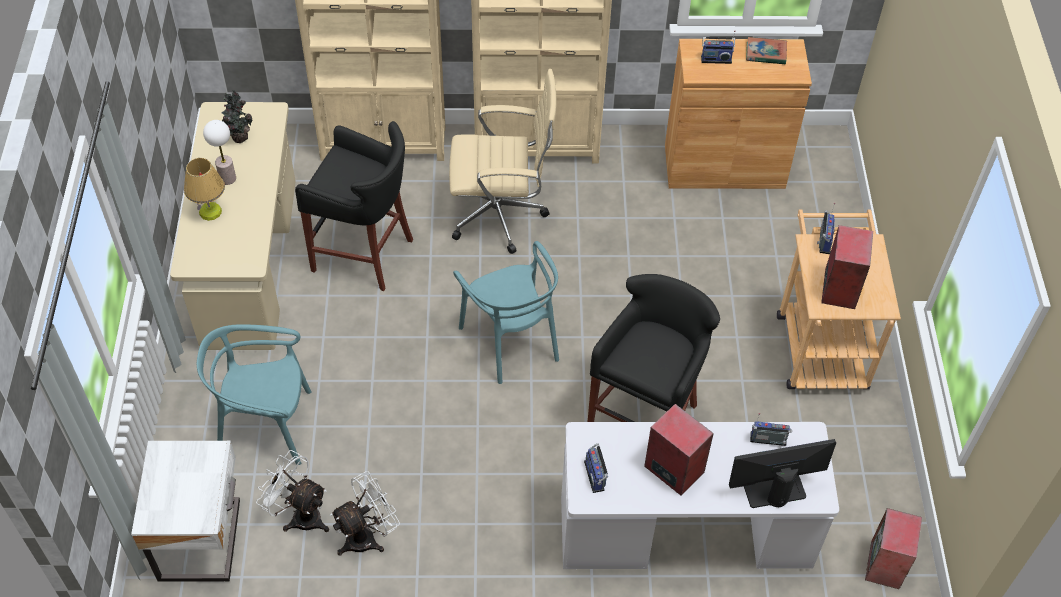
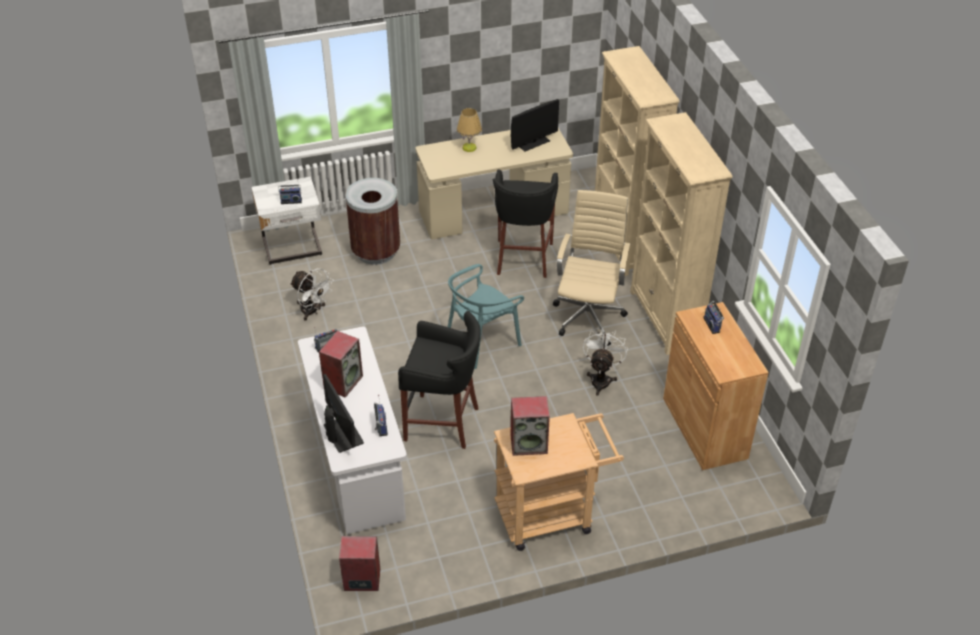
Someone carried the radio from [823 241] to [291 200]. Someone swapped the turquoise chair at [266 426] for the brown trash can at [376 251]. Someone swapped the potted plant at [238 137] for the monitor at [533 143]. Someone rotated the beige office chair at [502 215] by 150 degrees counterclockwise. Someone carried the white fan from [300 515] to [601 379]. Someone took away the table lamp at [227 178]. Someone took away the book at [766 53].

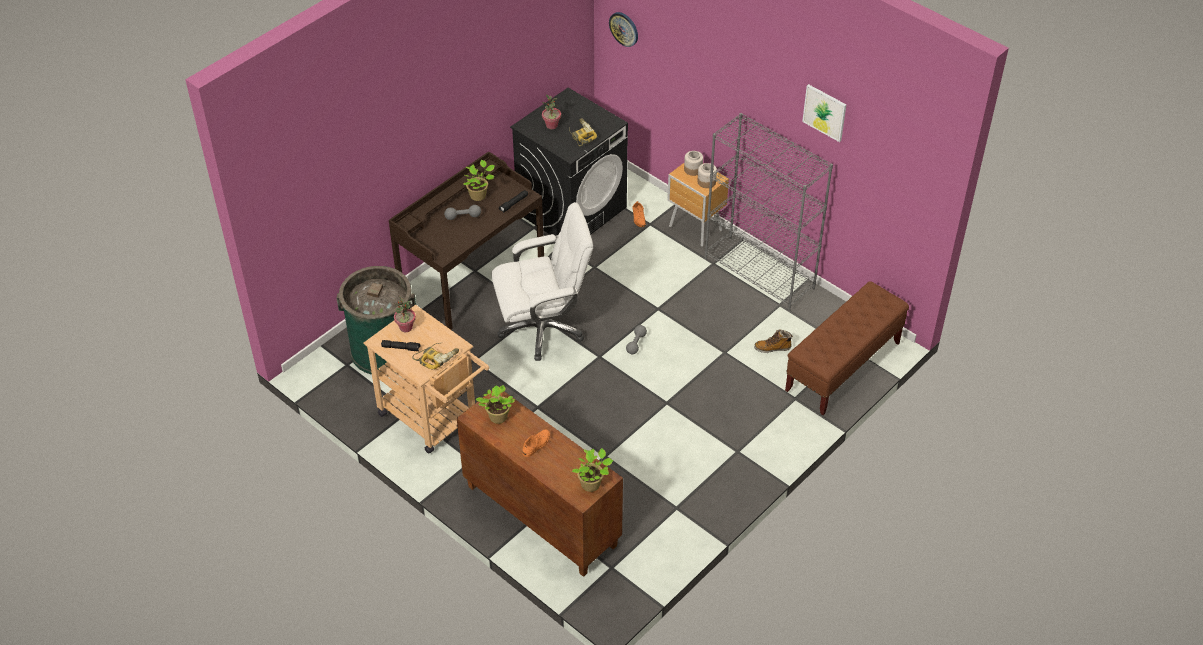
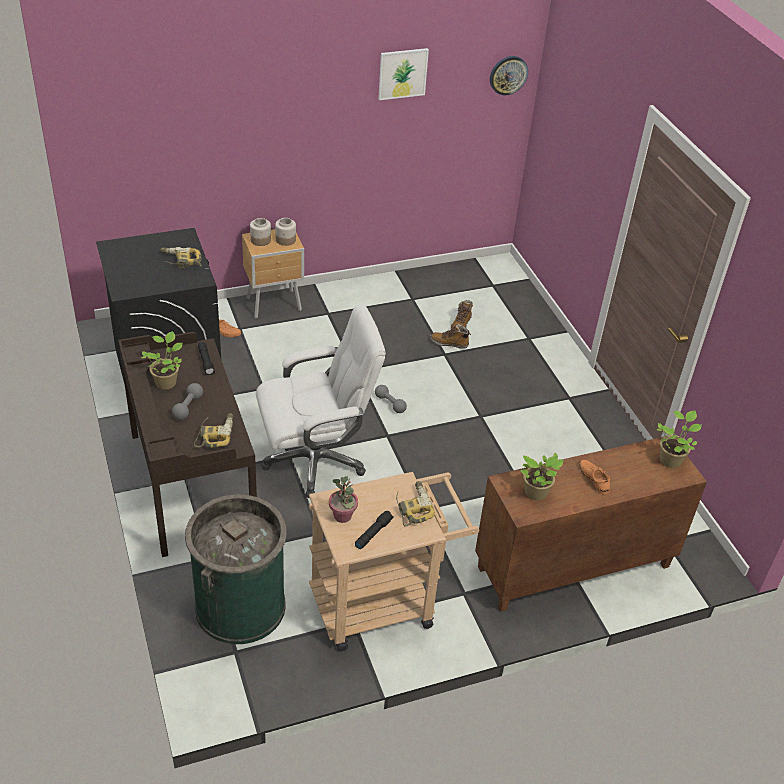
Someone put down the power drill at [215 434]. Someone rotated the white office chair at [543 328] by 60 degrees clockwise. Someone put down the boot at [449 343]. Someone carried the wall clock from [624 29] to [508 75]. Someone took away the potted plant at [551 125]. Someone took away the grey bookcase at [760 273]. Someone took away the brown bench at [842 367].

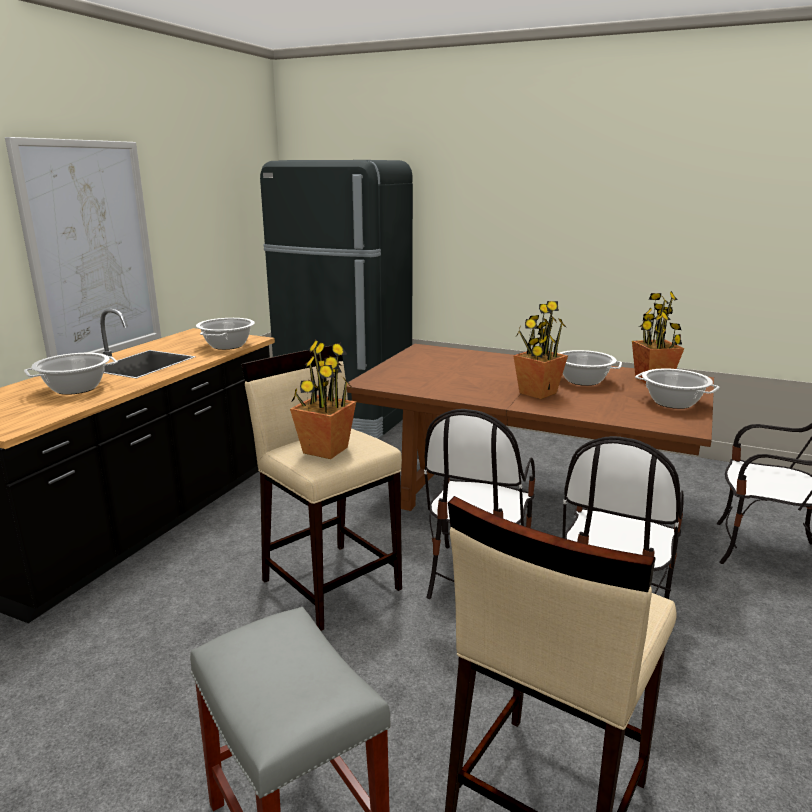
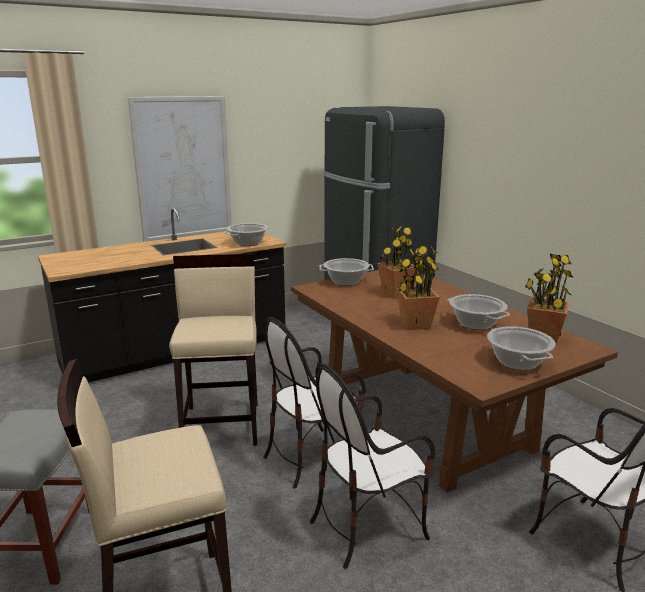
Someone carried the cooking pot from [75 388] to [346 282]. Someone carried the potted plant from [325 450] to [396 293].

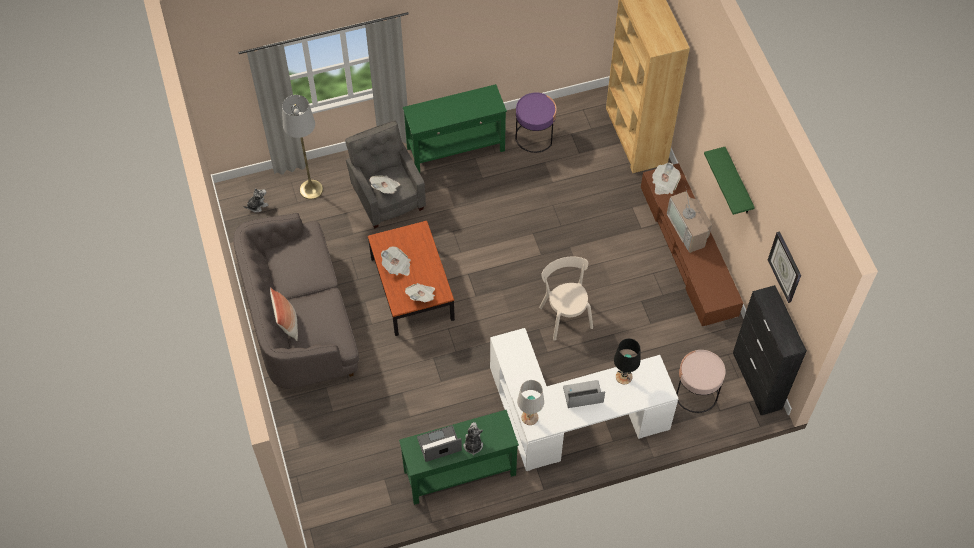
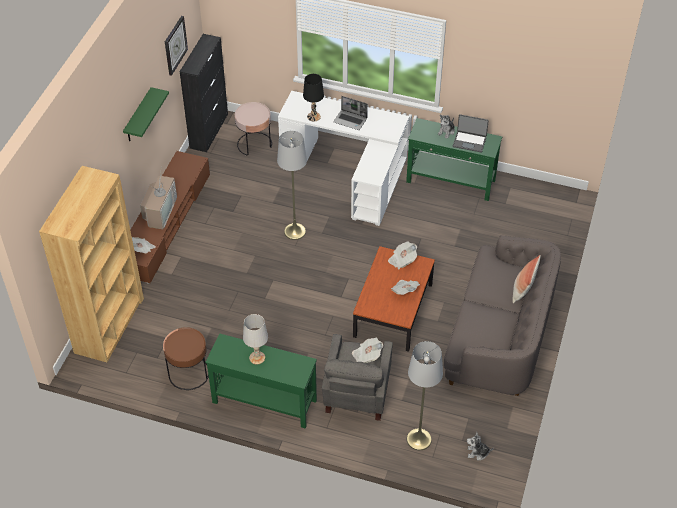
Someone repainted the purple side table at [534 136], which became the brown side table at [189 373]. Someone carried the white table lamp from [530 417] to [257 357]. Someone swapped the beige chair at [565 315] for the grey floor lamp at [295 231].

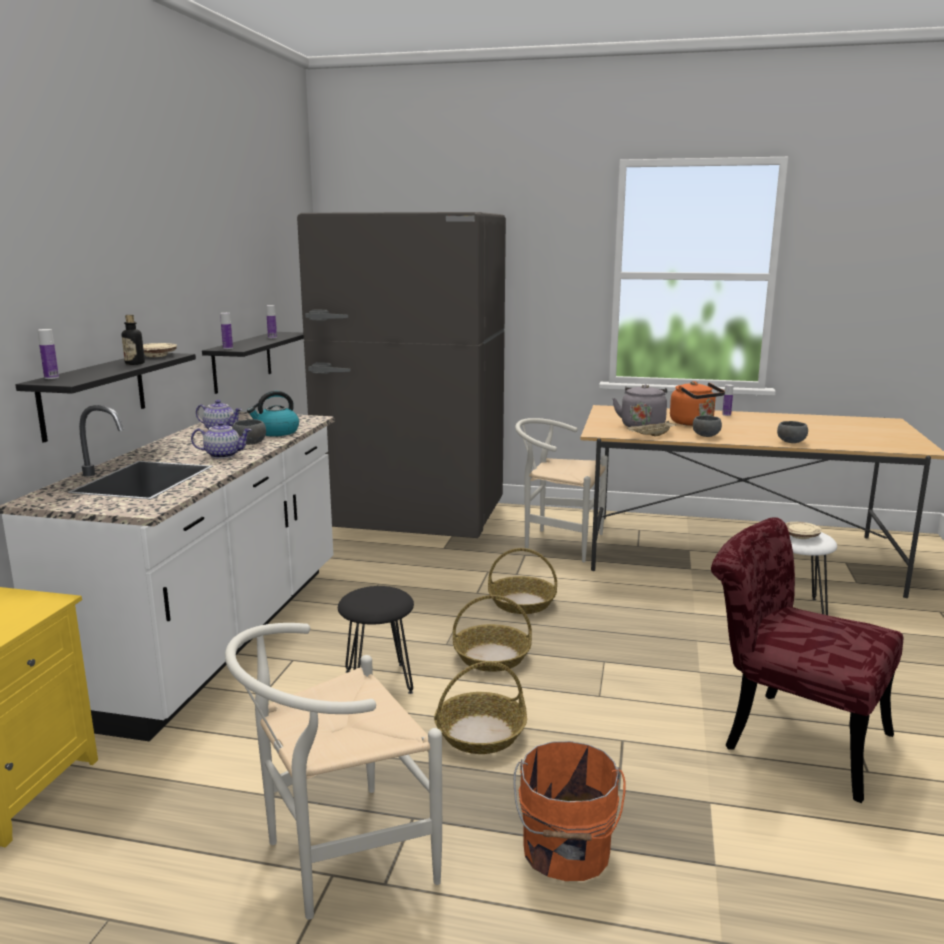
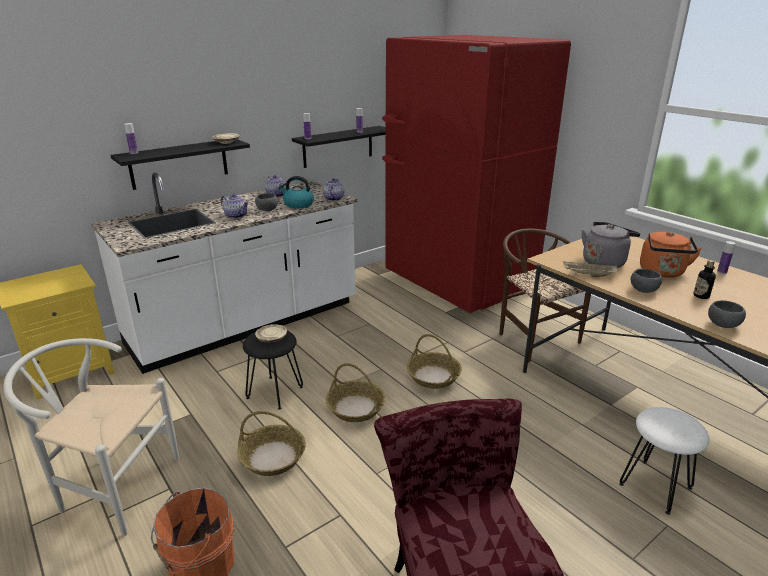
Someone carried the beige plate from [800 536] to [271 338]. Someone put down the teapot at [333 199]. Someone repainted the grey fridge at [412 519], which became the red fridge at [458 282]. Someone repainted the white chair at [557 542], which became the brown chair at [532 337]. Someone carried the bottle from [135 363] to [701 296].

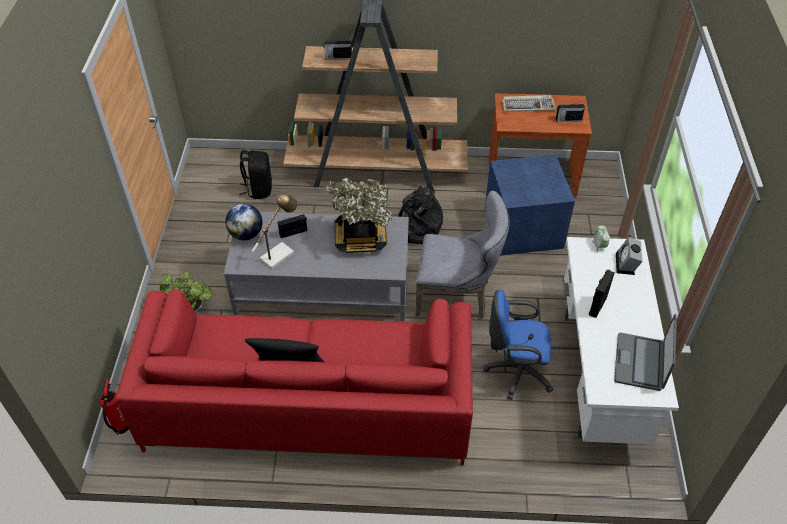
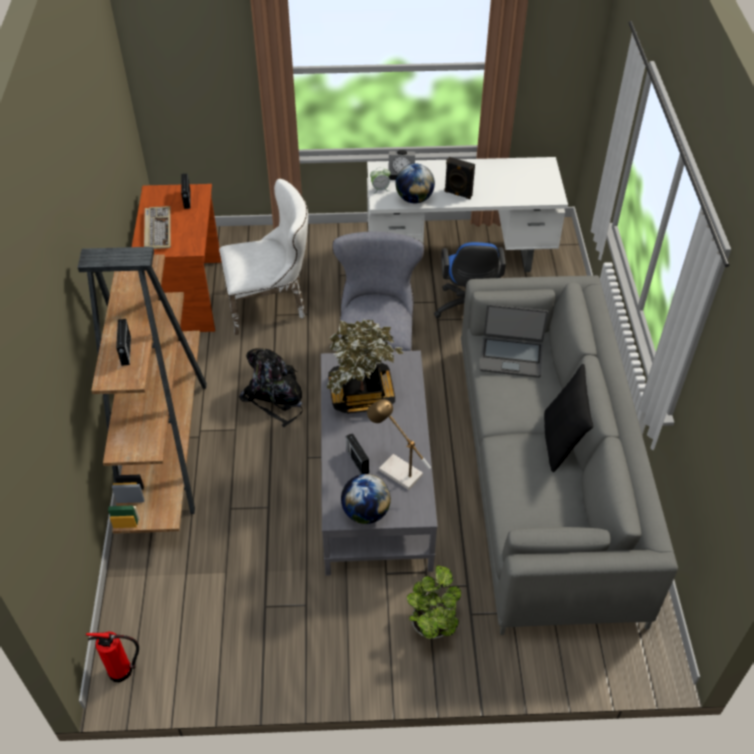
Someone carried the fire extinguisher from [121 427] to [122 671]. Someone swapped the blue storage box at [522 229] for the white chair at [271 304]. Someone put down the globe at [414 199]. Someone repainted the red sofa at [308 404], which became the grey sofa at [544 474]. Someone carried the laptop from [640 362] to [511 357]. Someone took away the black backpack at [258 189].

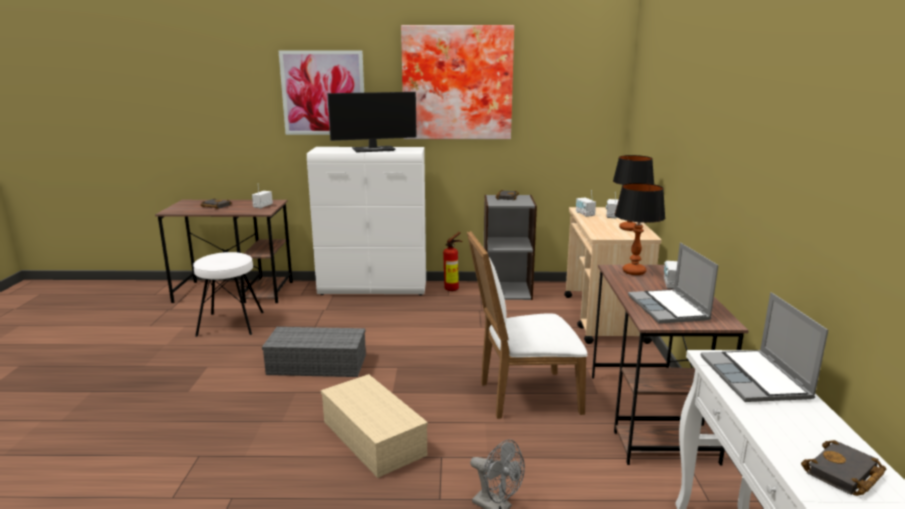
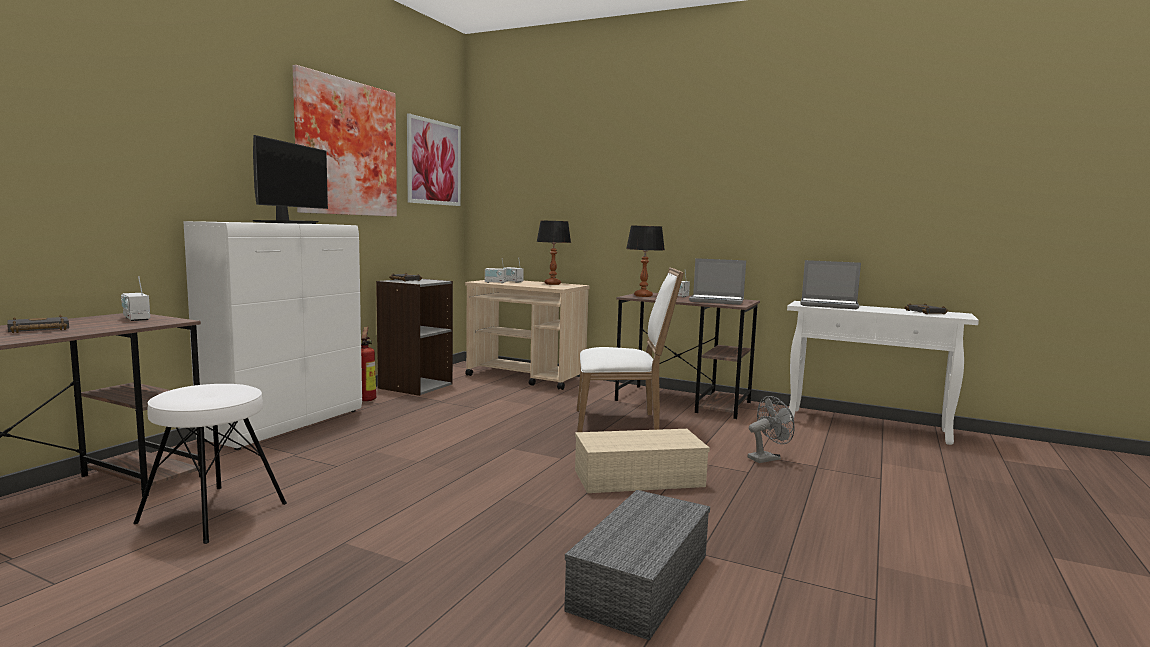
Someone carried the picture from [323 93] to [434 162]. Someone carried the grey storage box from [319 364] to [640 579]. Someone rotated the white chair at [523 396] by 105 degrees counterclockwise.

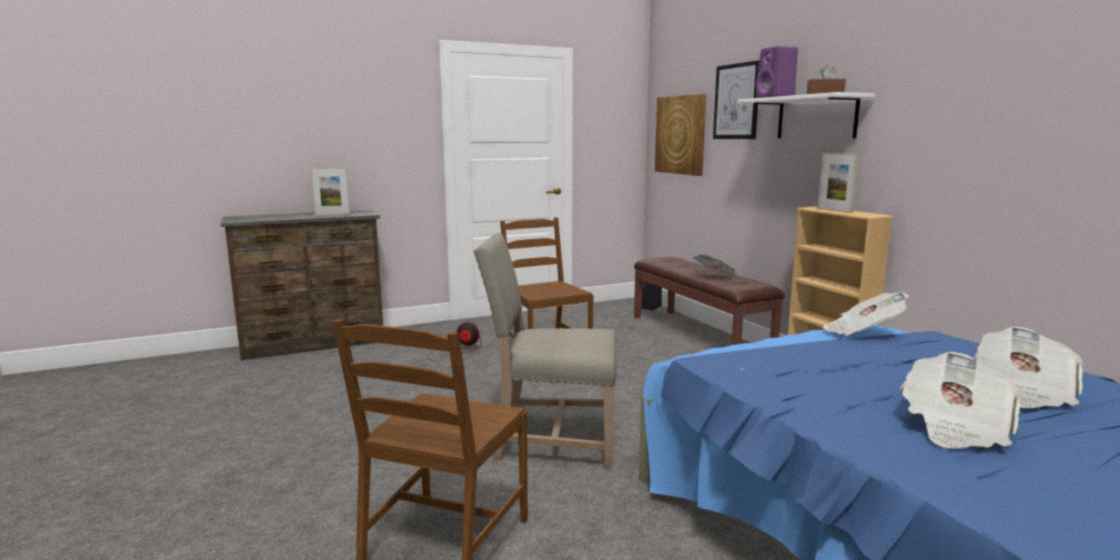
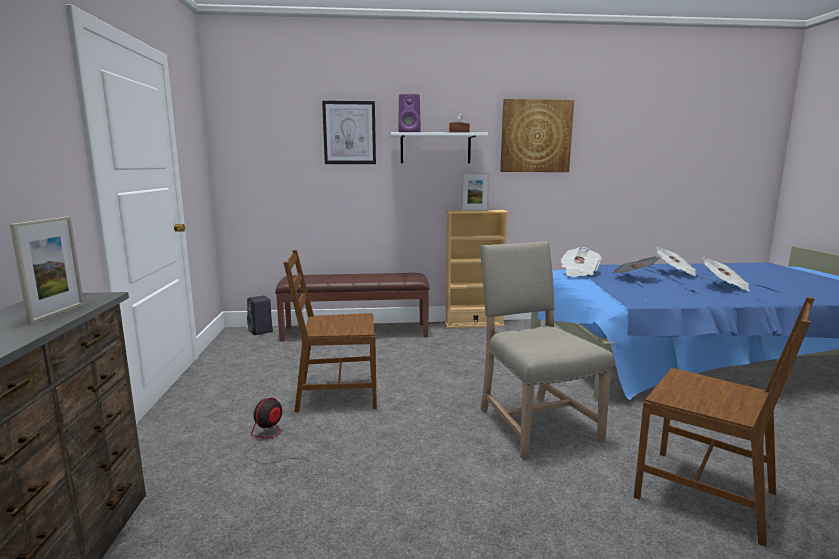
Someone rotated the beige chair at [551 441] by 135 degrees clockwise. Someone carried the picture from [680 135] to [536 136]. Someone carried the newspaper from [716 278] to [634 277].

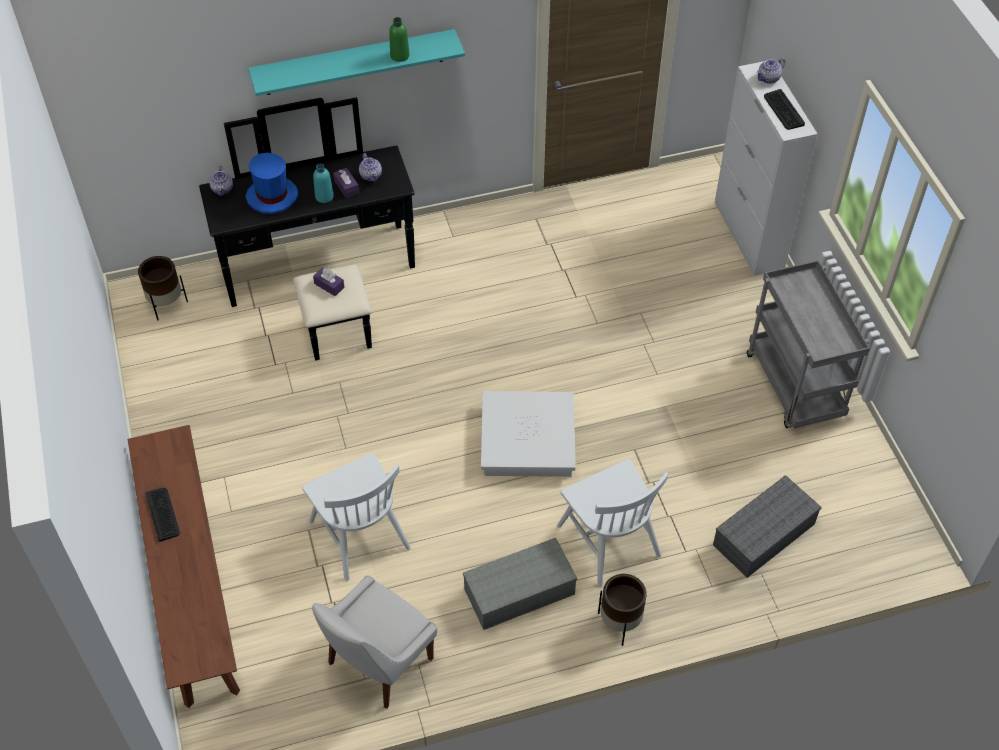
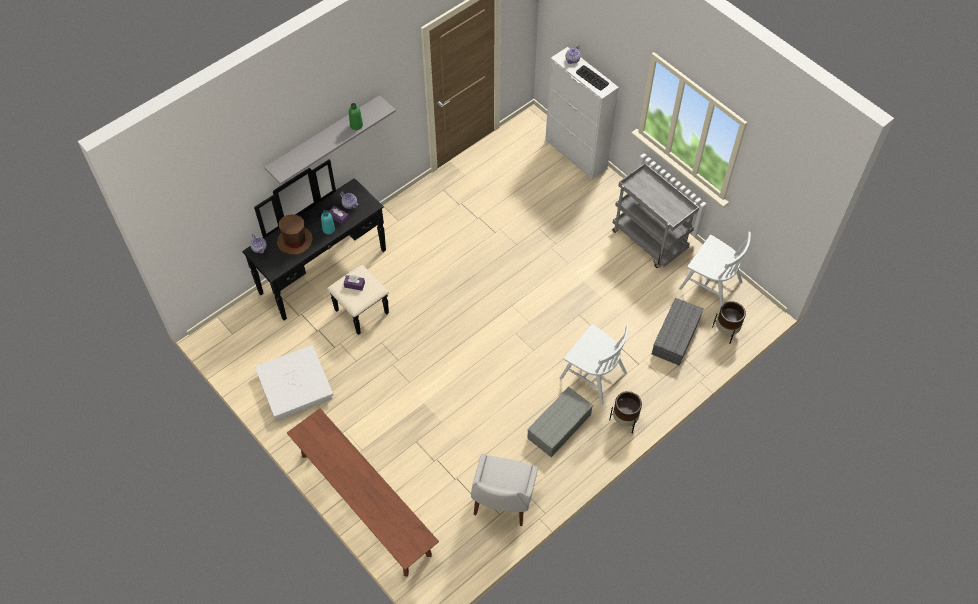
Someone carried the white storage box from [527 439] to [295 386]. Someone repainted the turquoise shelf at [354 62], which became the grey shelf at [324 138]. Someone repainted the blue hat at [272 197], which became the brown hat at [295 241]. Someone carried the white chair from [359 534] to [710 285]. Someone carried the brown planter from [166 304] to [726 331]. Someone took away the keyboard at [162 514].

